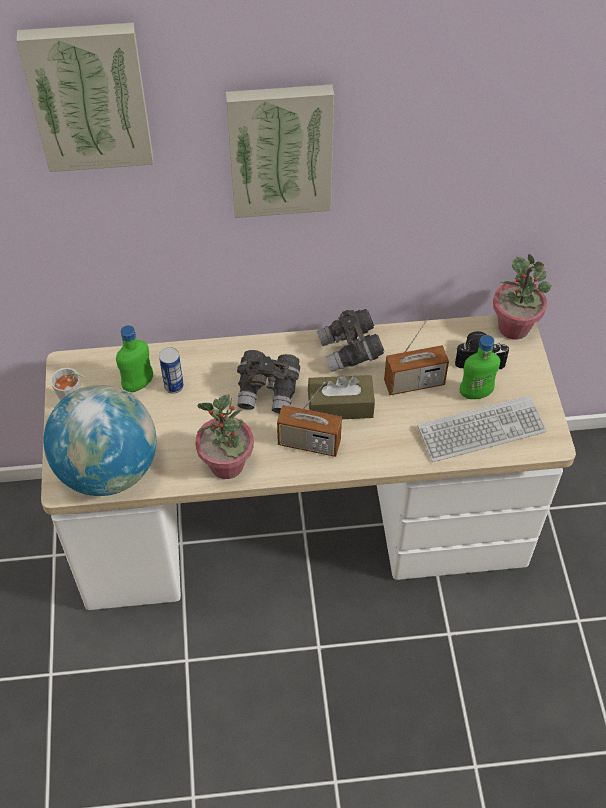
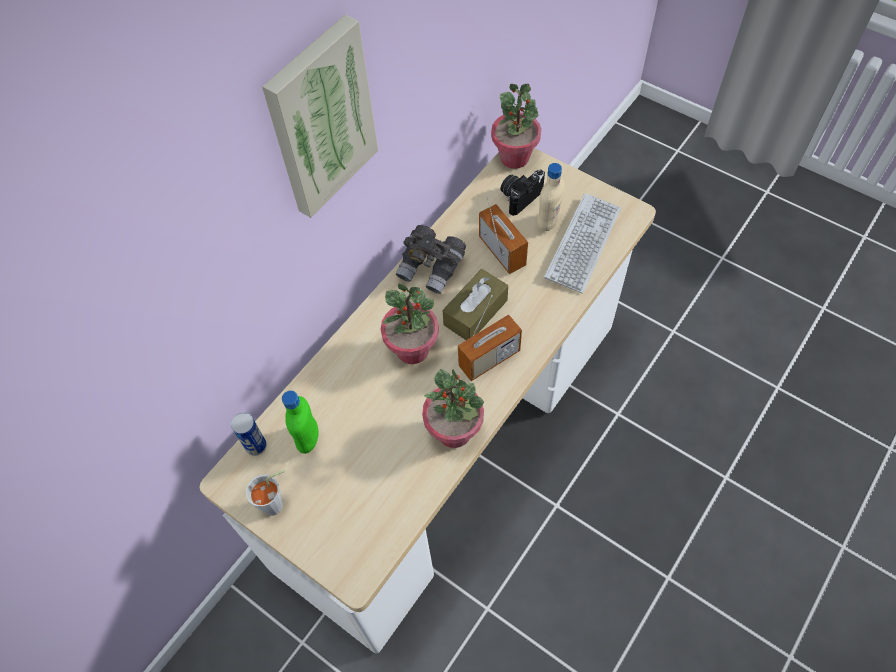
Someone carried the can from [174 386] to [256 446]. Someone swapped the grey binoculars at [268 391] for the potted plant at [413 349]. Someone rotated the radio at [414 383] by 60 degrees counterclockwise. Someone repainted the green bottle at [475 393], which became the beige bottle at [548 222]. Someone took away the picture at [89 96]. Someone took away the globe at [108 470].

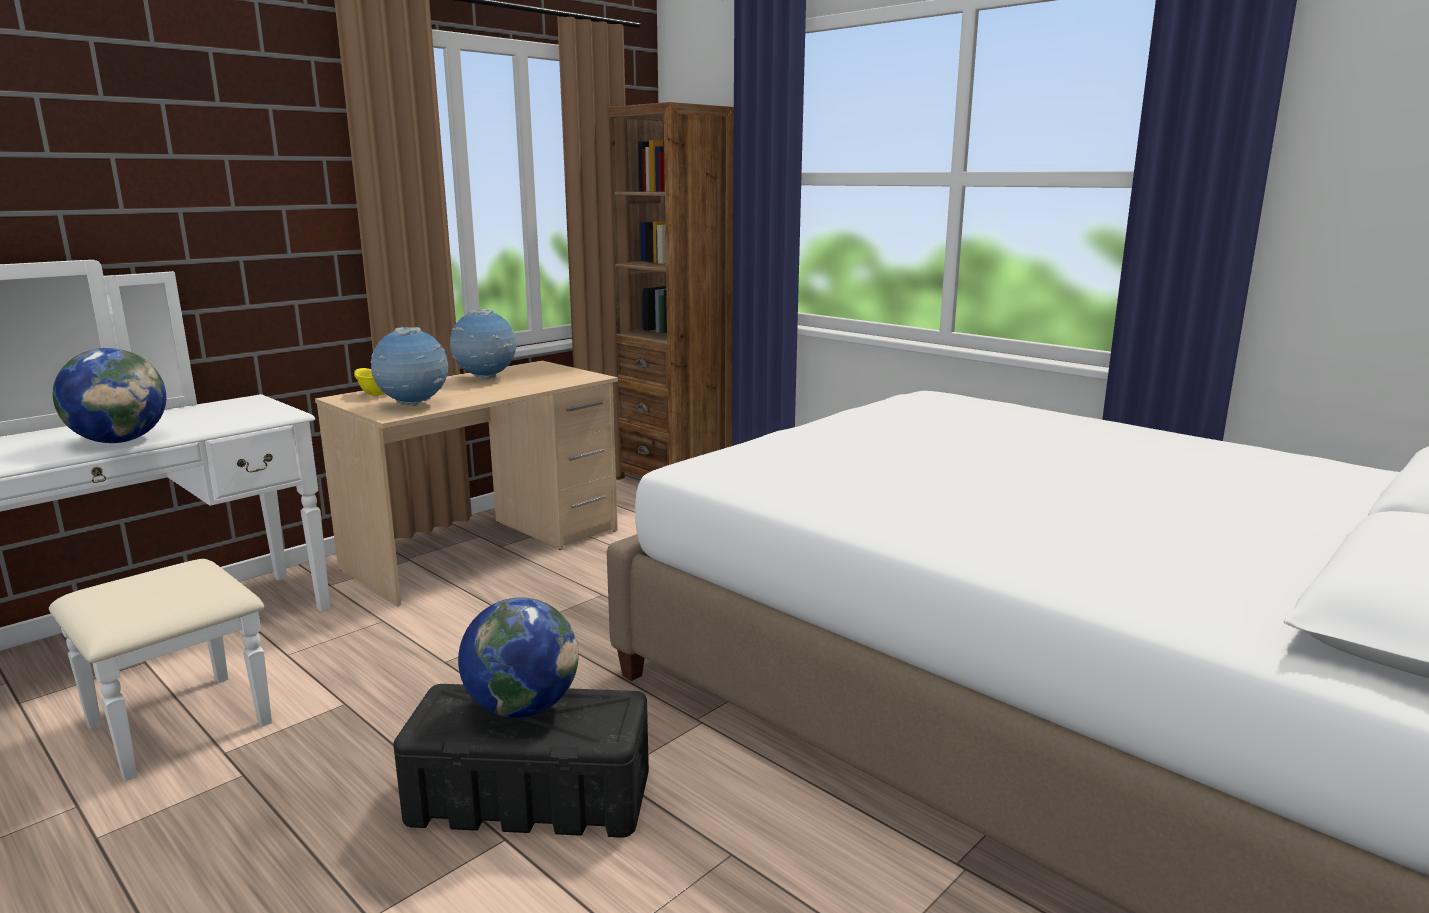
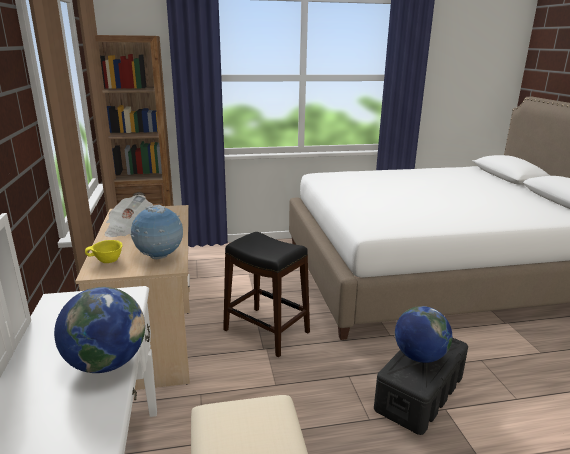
Someone swapped the globe at [486 379] for the newspaper at [128 229]. Someone put down the black stool at [266 330].

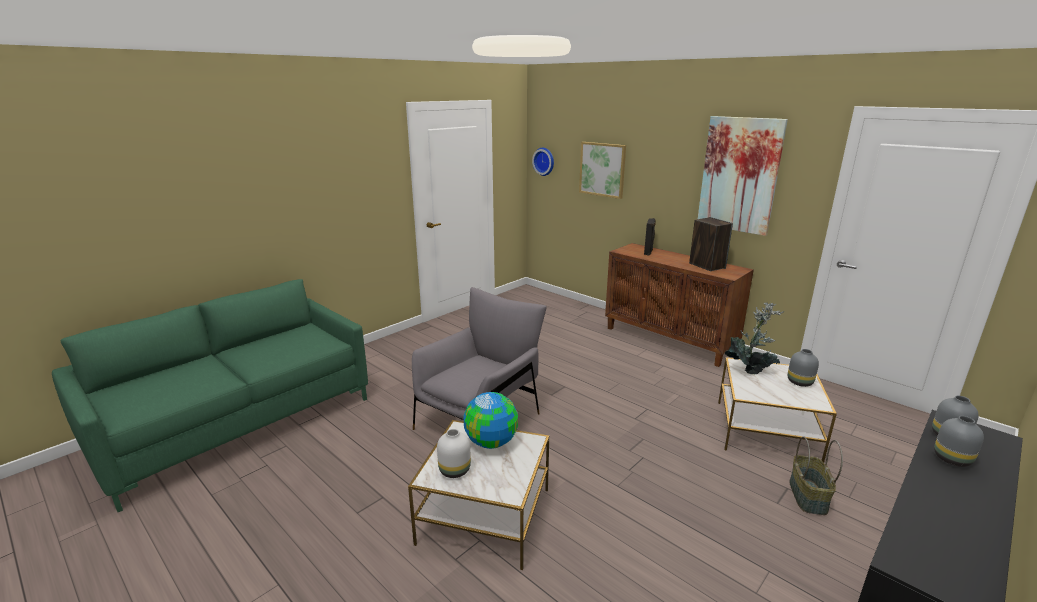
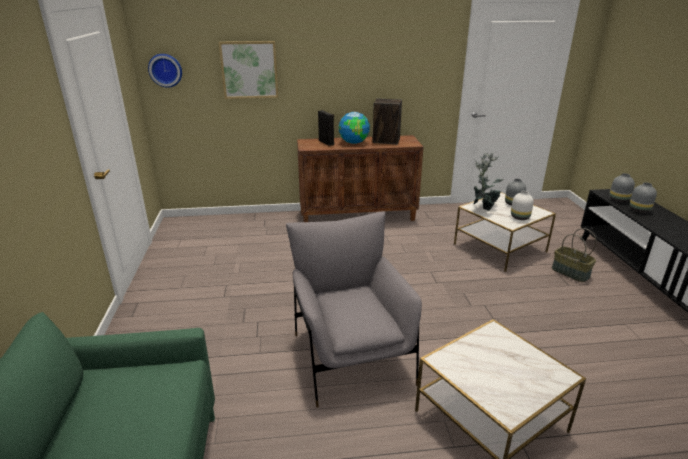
Someone carried the globe from [491 442] to [353 142]. Someone carried the white vase from [455 470] to [519 217]. Someone took away the picture at [739 175].

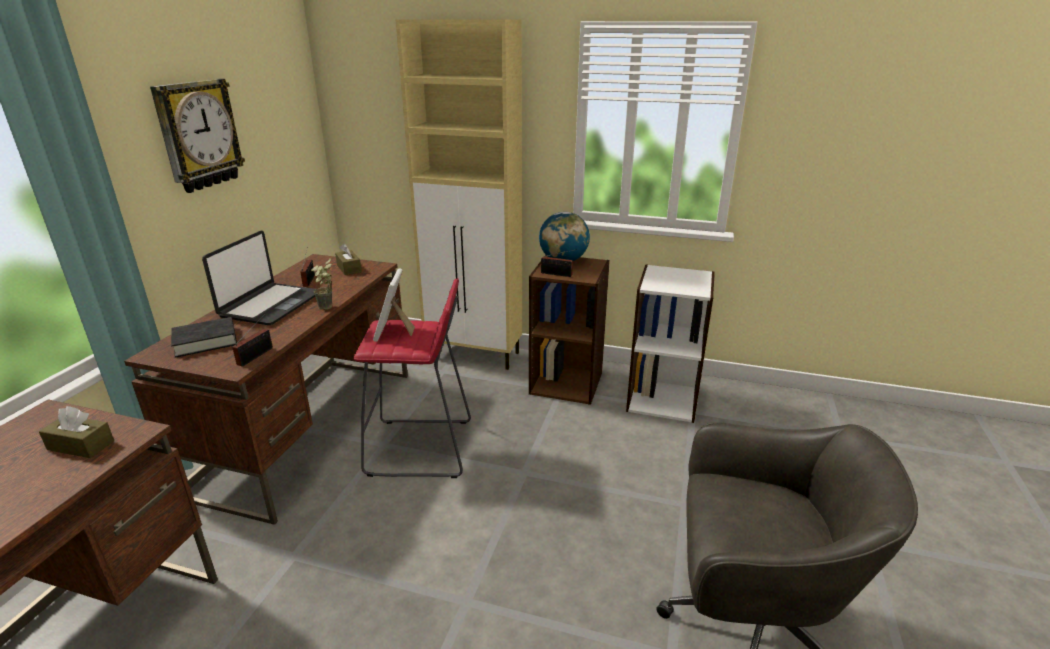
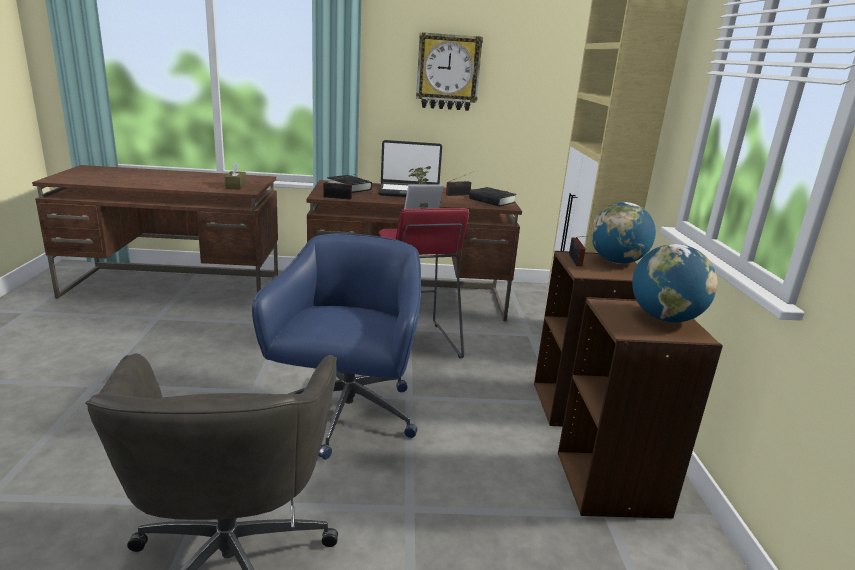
Someone put down the blue office chair at [346 416]. Someone swapped the brown tissue box at [349 268] for the black book at [492 201]. Someone repainted the white bookcase at [662 399], which became the brown bookcase at [613 484]. Someone put down the globe at [665 318].

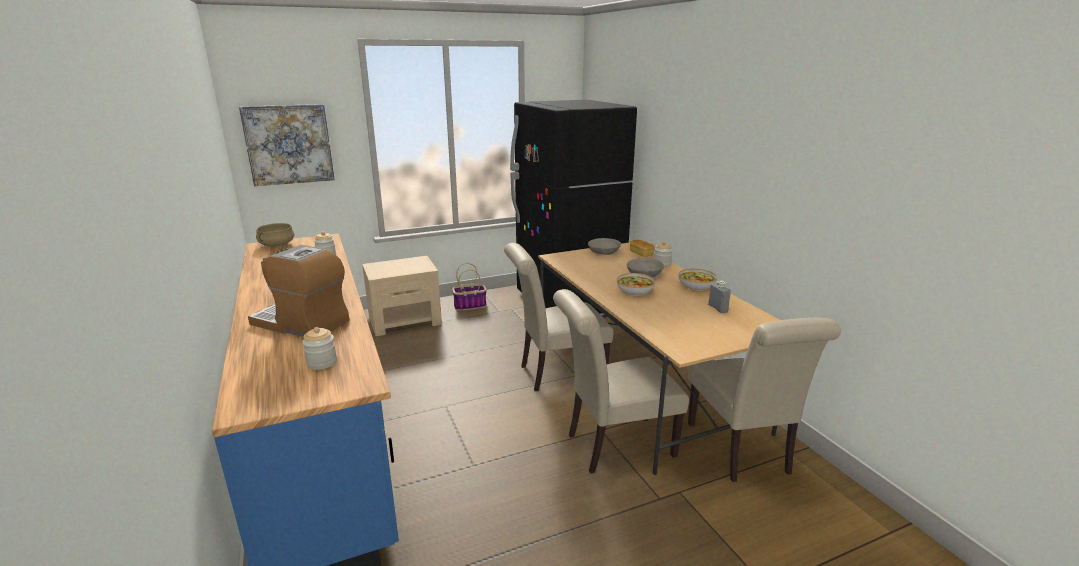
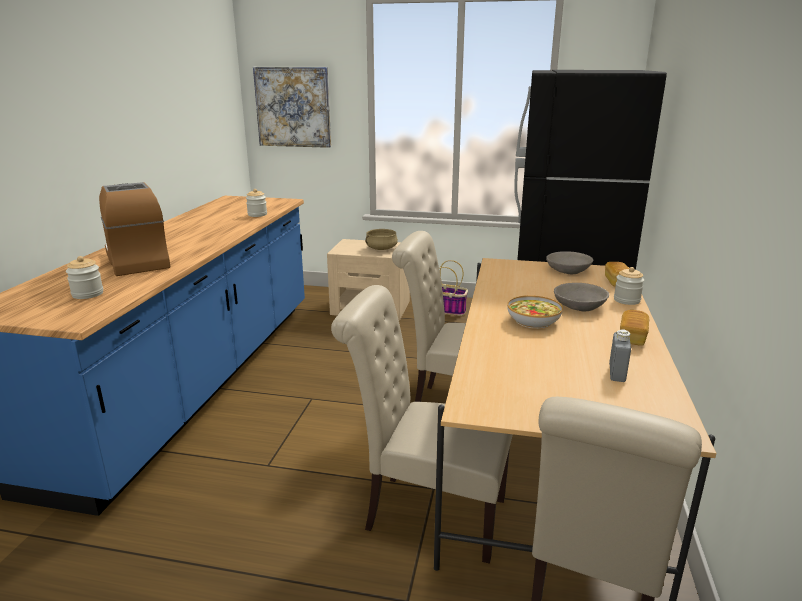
Someone carried the beige cooking pot from [276 244] to [381 248]. Someone swapped the bowl at [696 286] for the bread at [632 337].

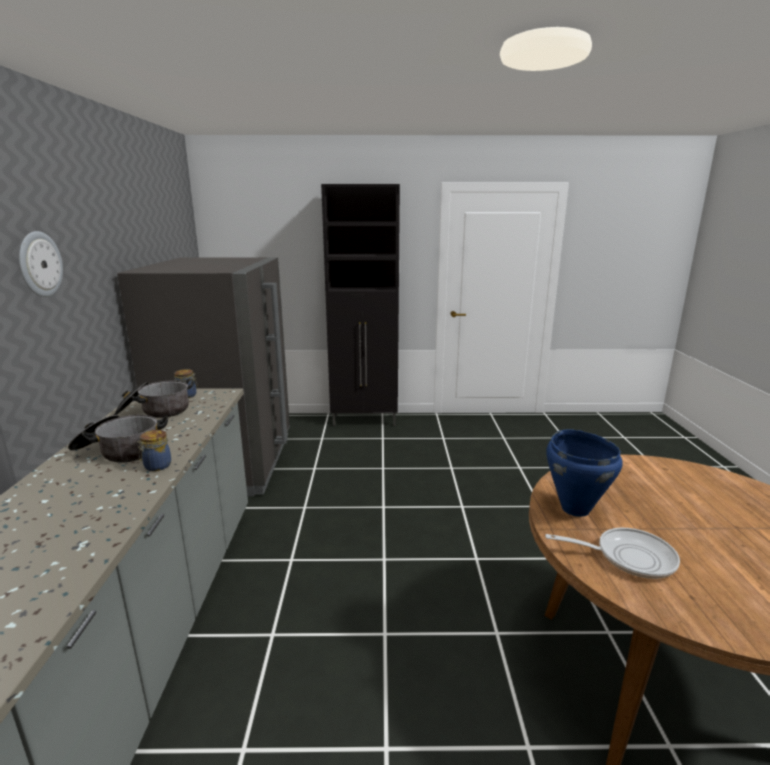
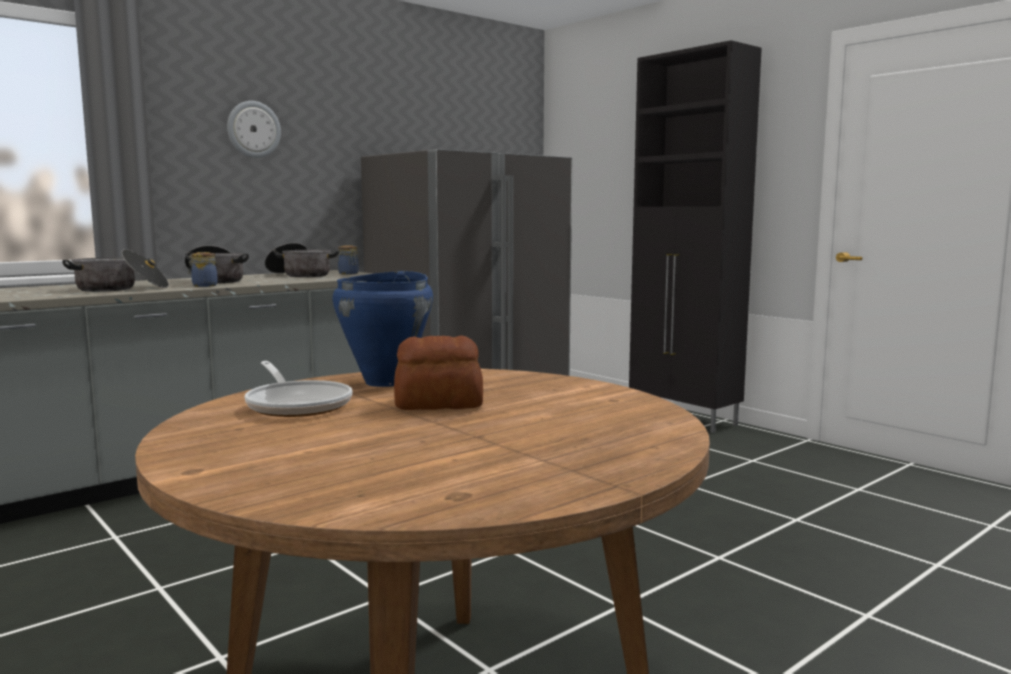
Someone put down the cooking pot at [120 289]. Someone put down the bread at [437 404].

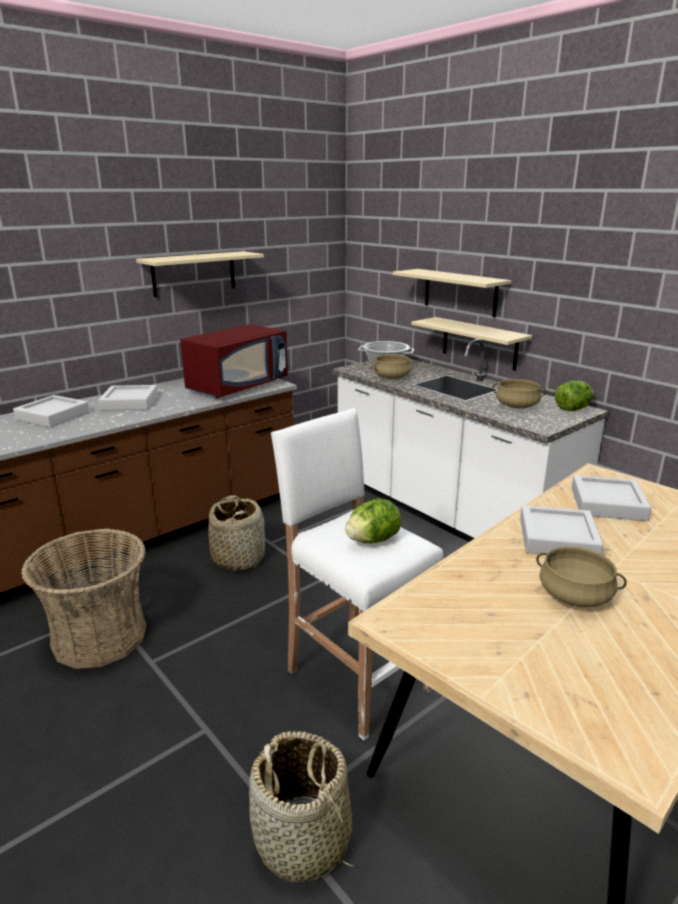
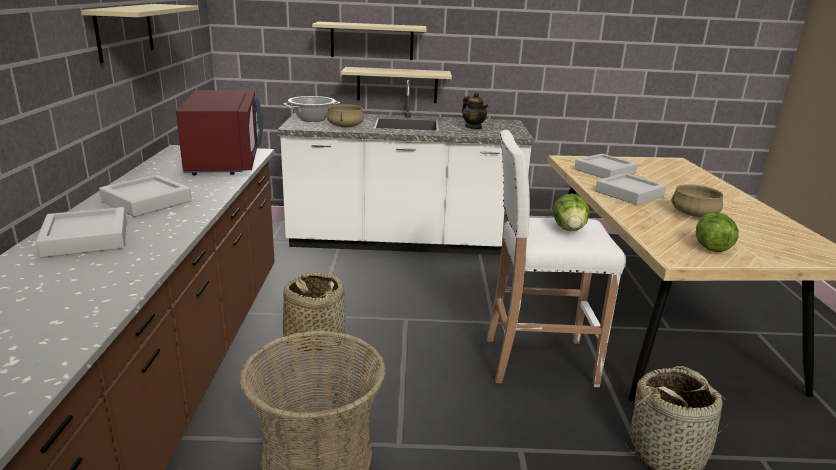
Someone swapped the beige cooking pot at [517 406] for the teapot at [473 127]. Someone carried the lettuce from [572 409] to [711 247].

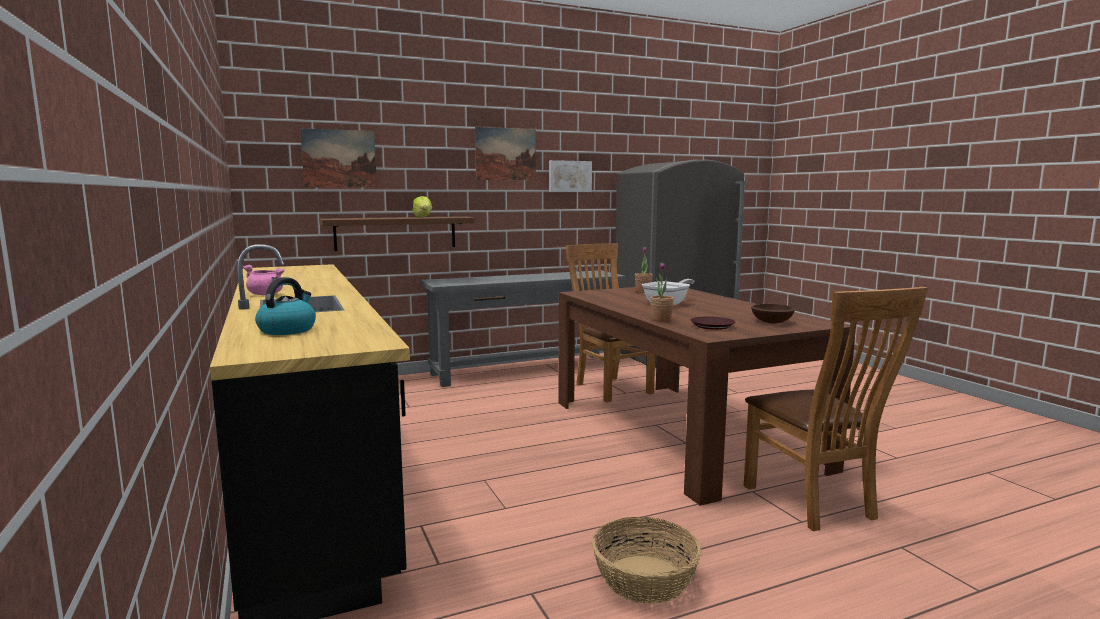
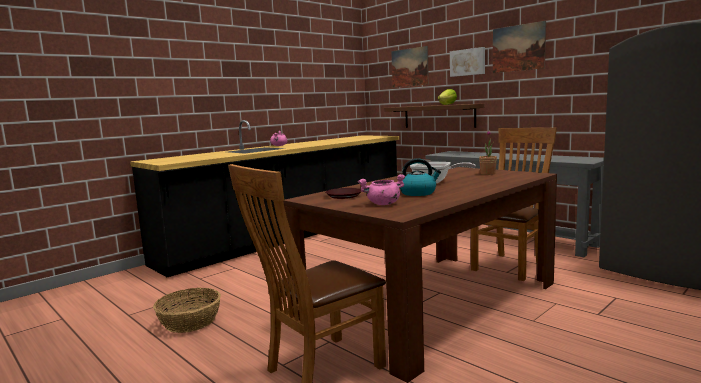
Someone swapped the brown bowl at [772 322] for the pink cooking pot at [383 204]. Someone carried the kettle from [287 330] to [418 193]. Someone carried the picture from [569 176] to [468 62]. Someone took away the potted plant at [661 320].

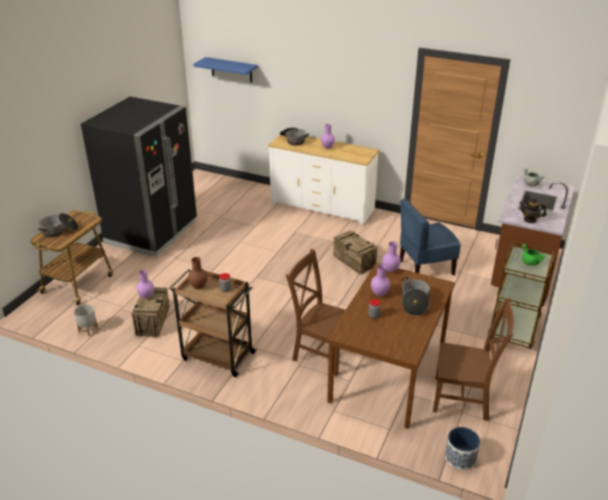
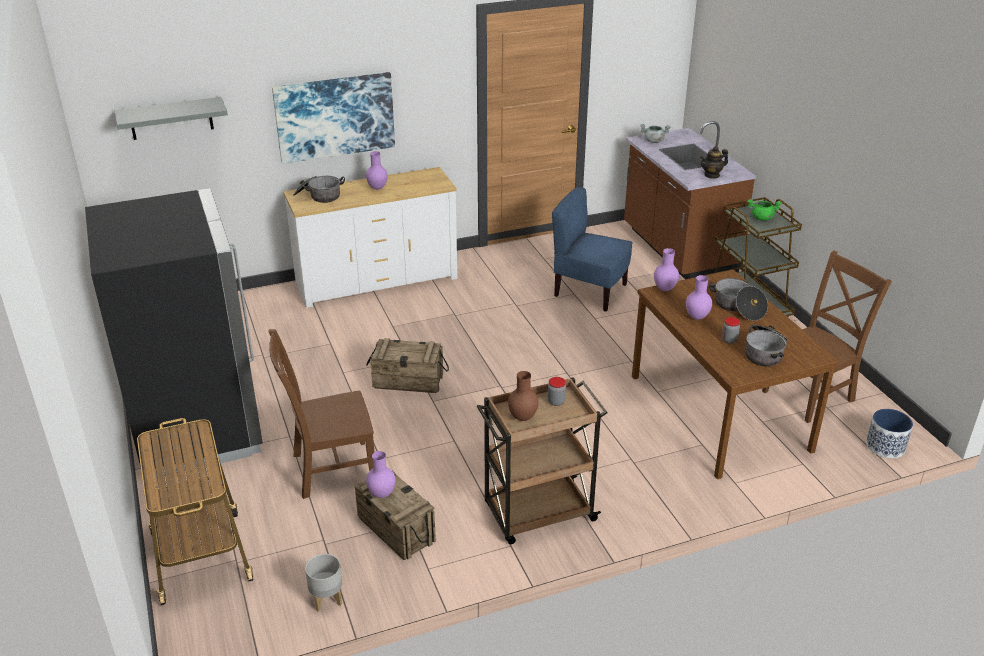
Someone repainted the blue shelf at [231 70], which became the grey shelf at [171 118]. Someone carried the brown chair from [322 353] to [330 469]. Someone put up the picture at [335 117]. Someone carried the crate from [354 261] to [408 381]. Someone rotated the blue chair at [425 267] by 90 degrees clockwise. Someone carried the cooking pot from [59 231] to [764 352].

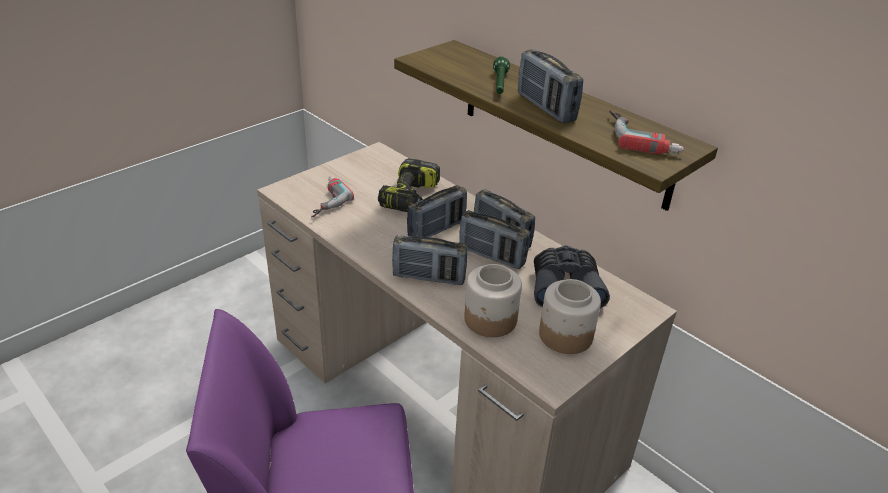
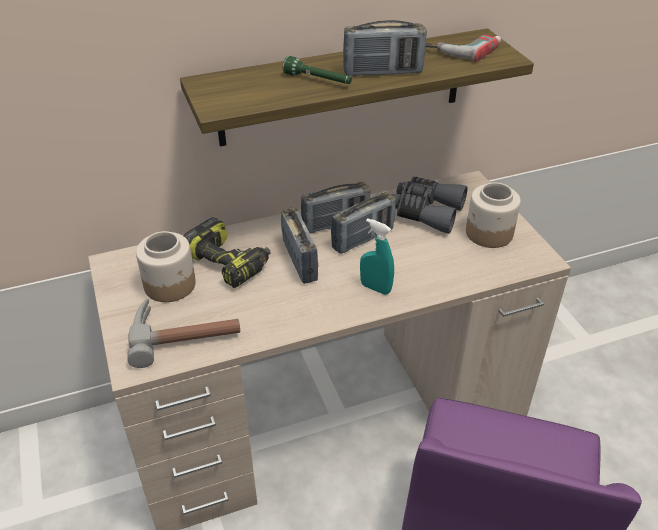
Someone swapped the power drill at [323 200] for the hammer at [185 333]. Someone carried the jar from [490 320] to [170 285]. Someone swapped the radio at [429 277] for the turquoise spray bottle at [375 288].

